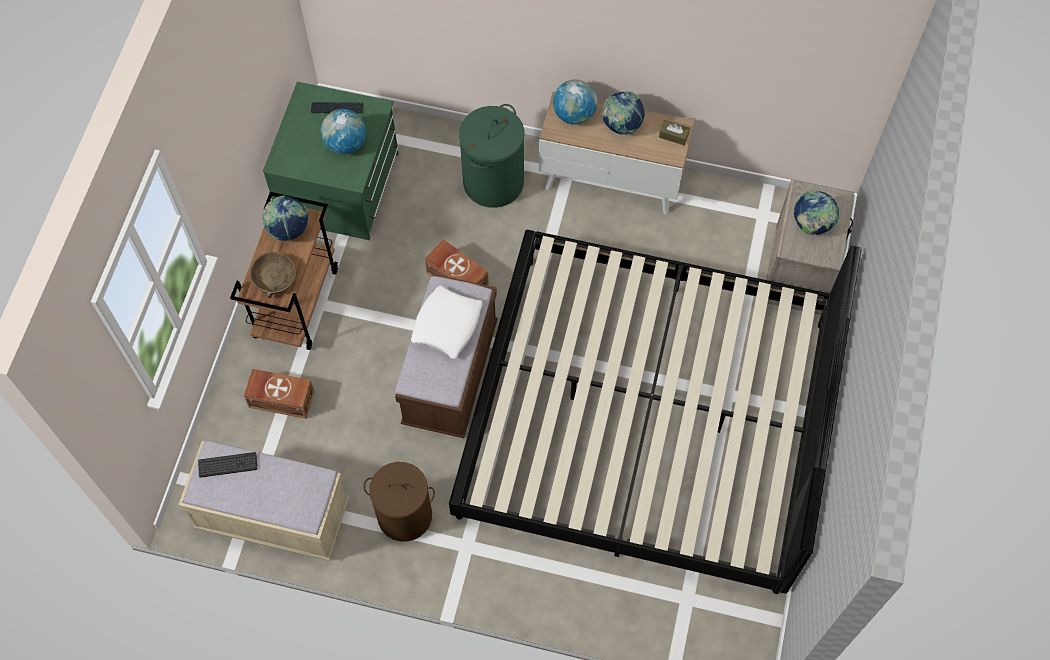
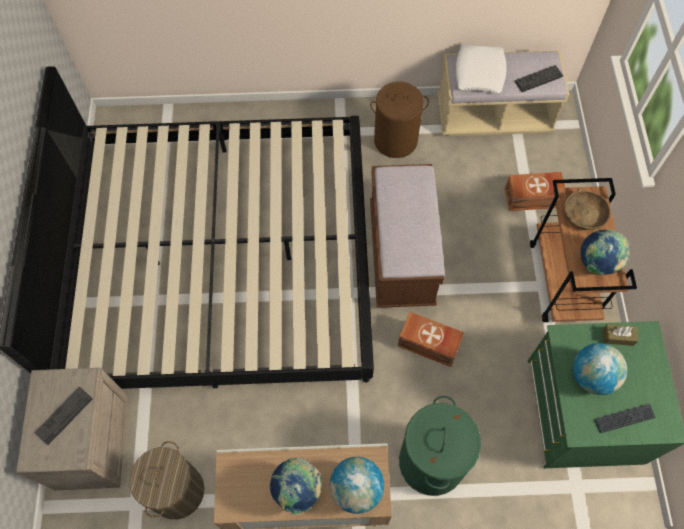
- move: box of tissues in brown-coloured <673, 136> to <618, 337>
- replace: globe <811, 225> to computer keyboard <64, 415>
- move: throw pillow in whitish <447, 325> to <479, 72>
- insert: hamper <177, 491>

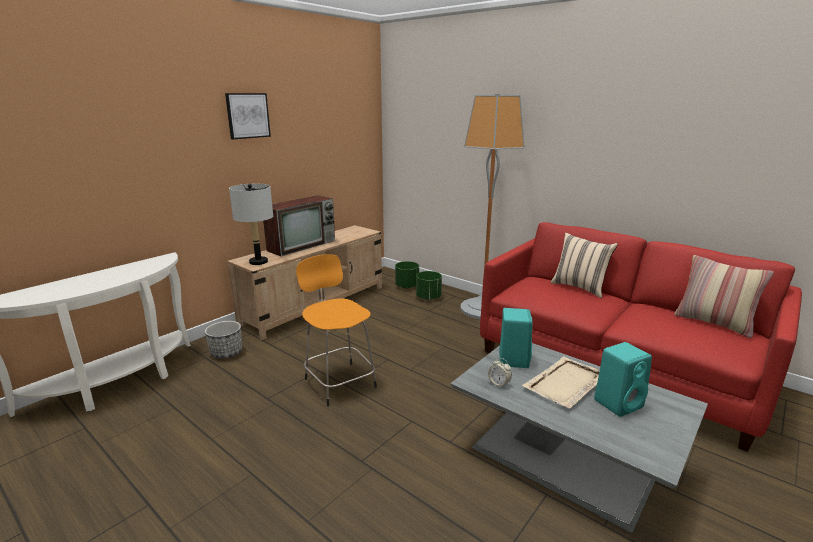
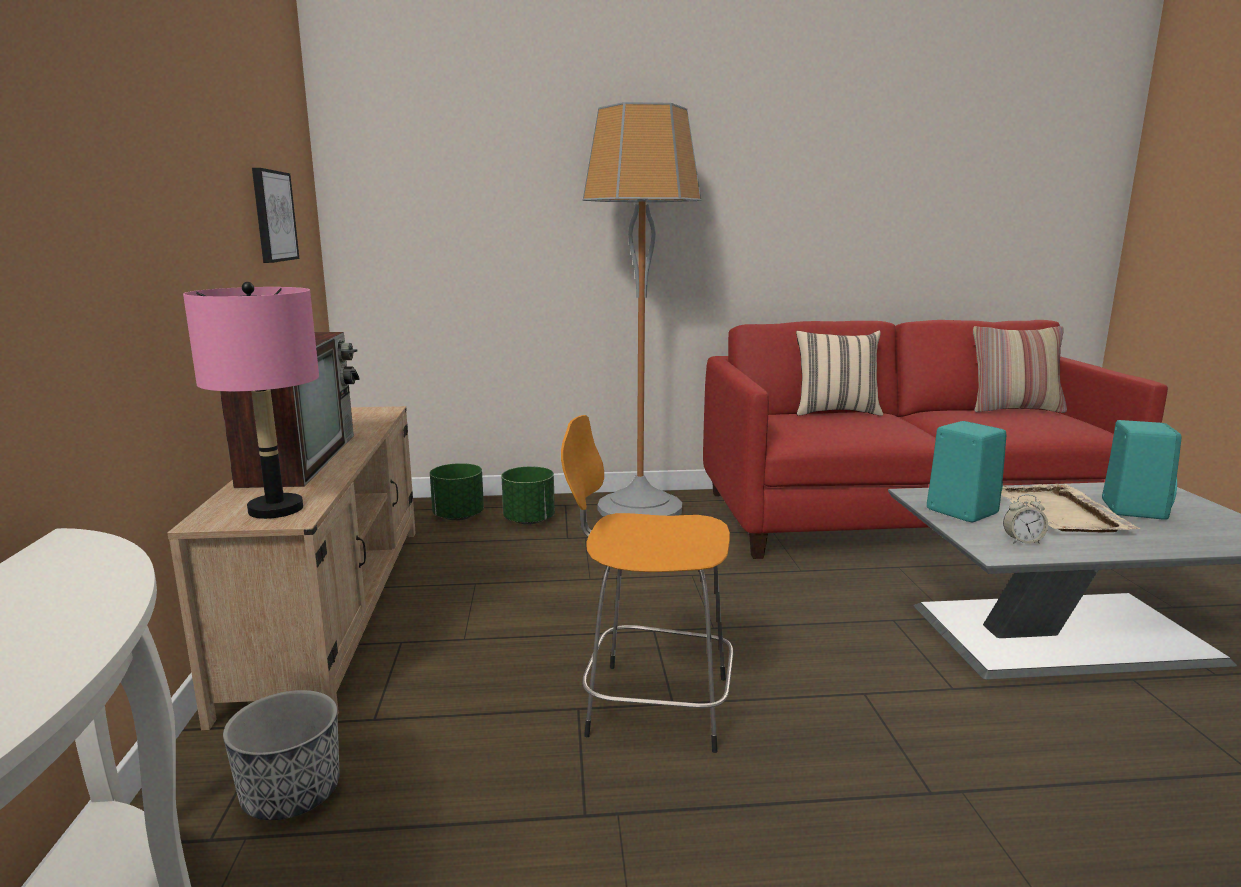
- move: wall art <247, 115> to <273, 216>
- recolor: tabletop lamp in greyish <258, 262> to tabletop lamp in pink-coloured <275, 510>

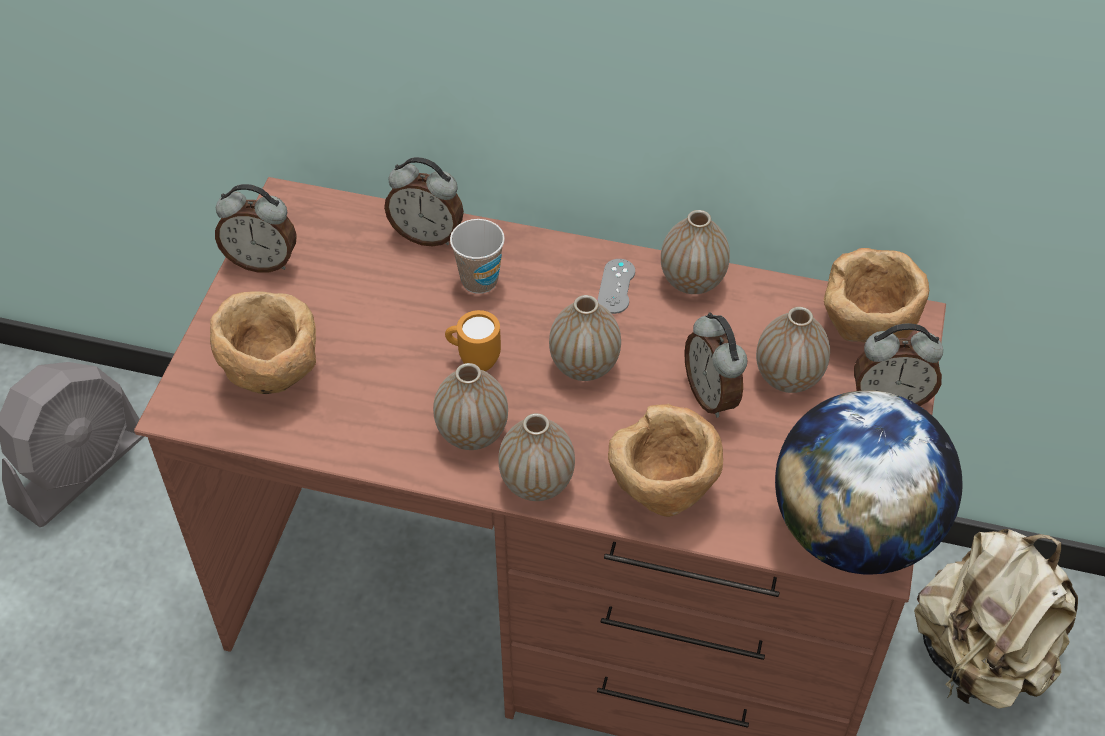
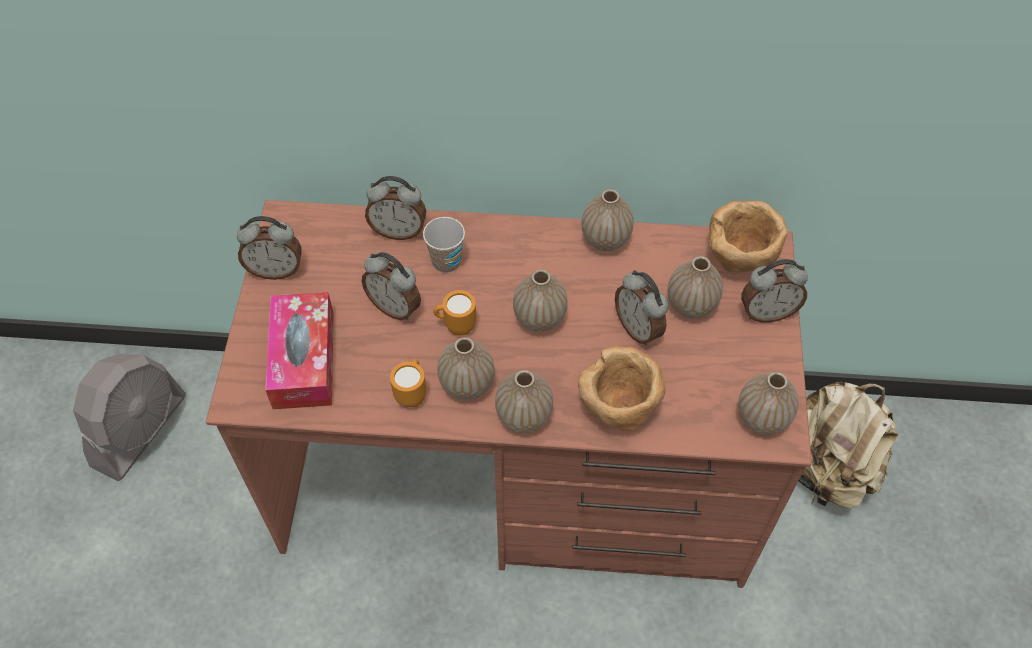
- delete: gamepad in greyish <616, 286>
- replace: bowl in brown-coloured <272, 373> to box of tissues <304, 359>
- replace: globe <853, 531> to vase <762, 418>
- insert: alarm clock <395, 307>
- insert: tea mug in orange <412, 393>

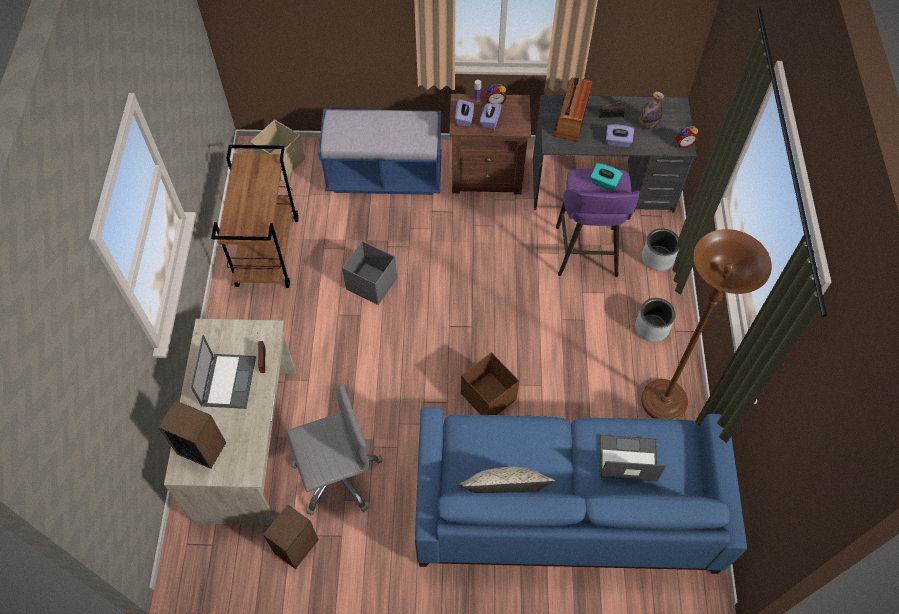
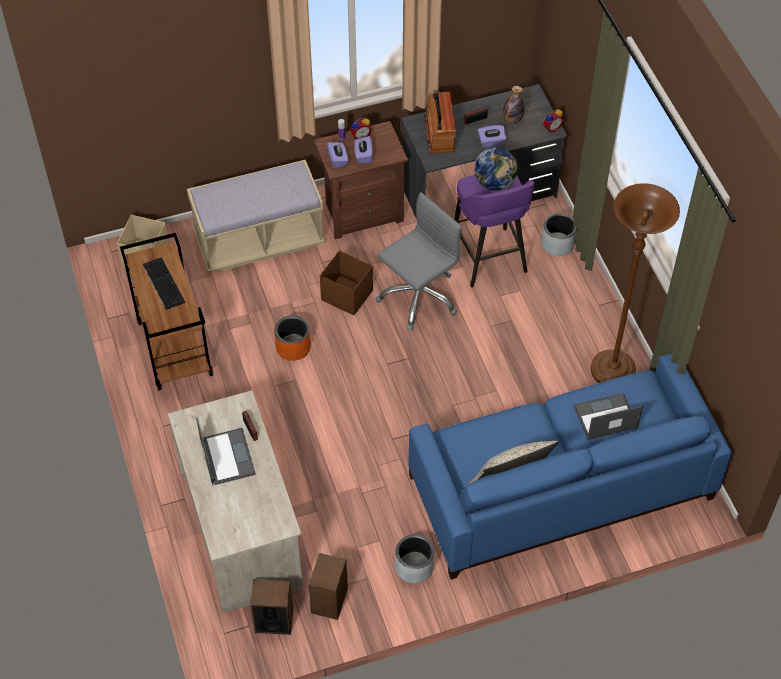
- recolor: bench in bluish <384, 175> to bench in beige-coloured <259, 241>
- replace: box of tissues in turquoise-coloured <604, 182> to globe <494, 183>
- replace: storage box in greyish <371, 283> to flower pot in orange <293, 347>
- move: flower pot in greyish <652, 327> to <414, 567>
- move: storage box in brown-coloured <488, 396> to <346, 295>
- move: desk chair in greyish <337, 475> to <418, 297>
- move: speaker <201, 448> to <274, 620>
- insert: computer keyboard <162, 283>

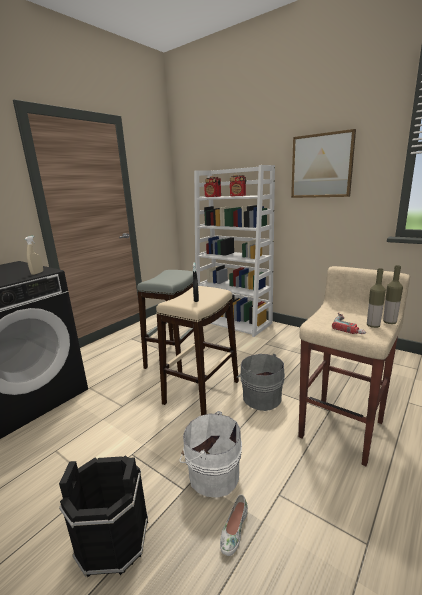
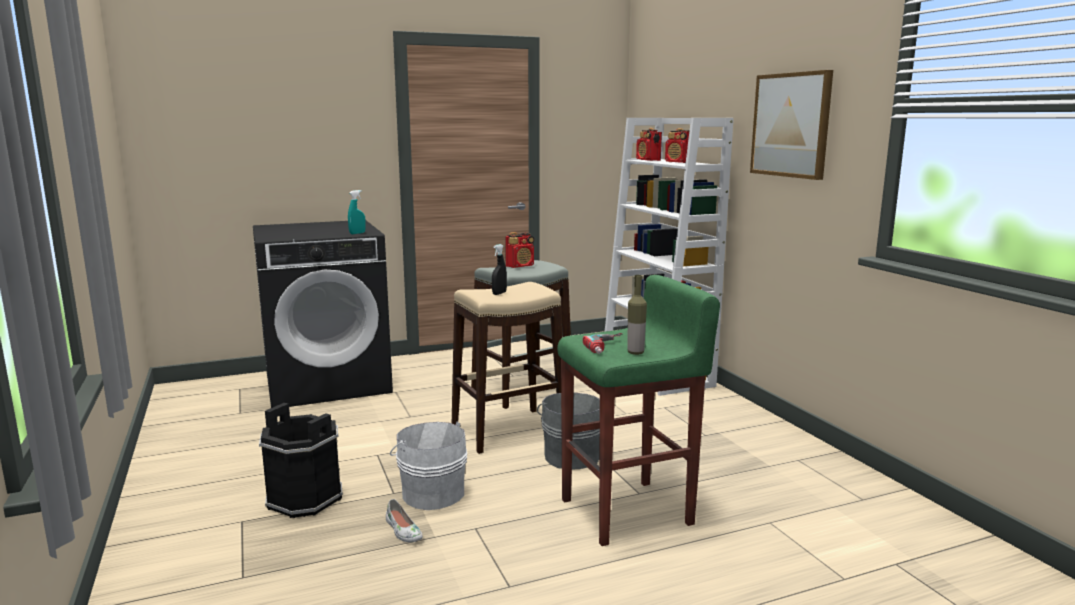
- recolor: sprayer in beige-coloured <37, 273> to sprayer in turquoise-coloured <357, 233>
- delete: bottle <389, 322>
- recolor: sitting stool in beige-coloured <343, 428> to sitting stool in green <629, 512>
- rotate: low shoe in whitish <233, 530> = <403, 531> 90 degrees counterclockwise
- insert: radio set <520, 266>

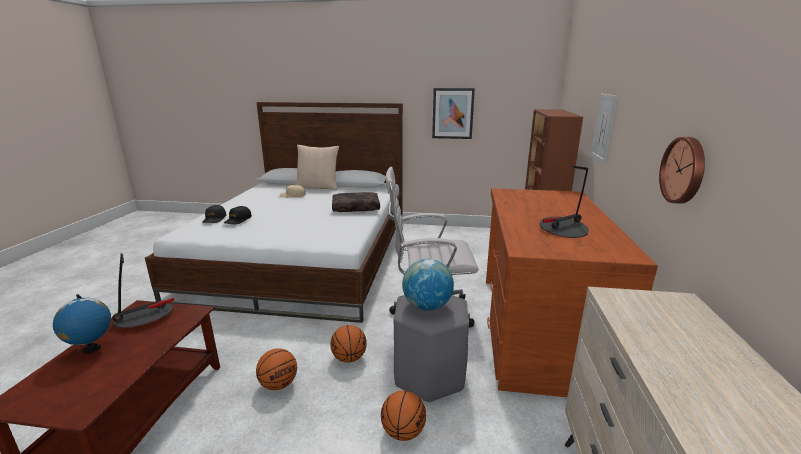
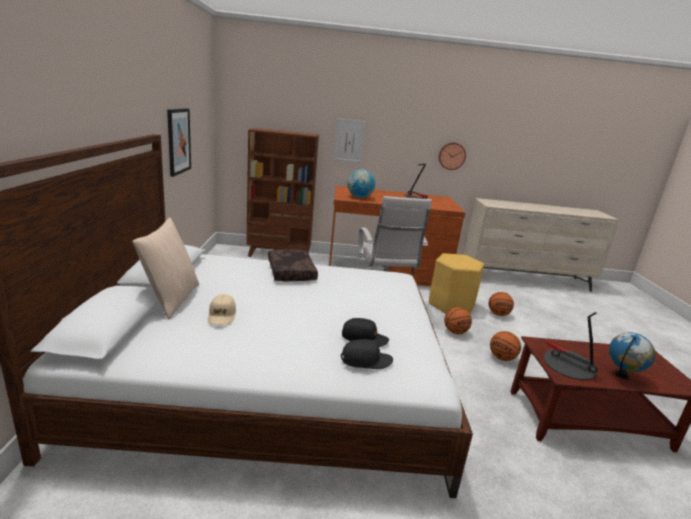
- move: globe <427, 306> to <359, 197>
- recolor: sitting stool in greyish <429, 375> to sitting stool in yellow <451, 305>

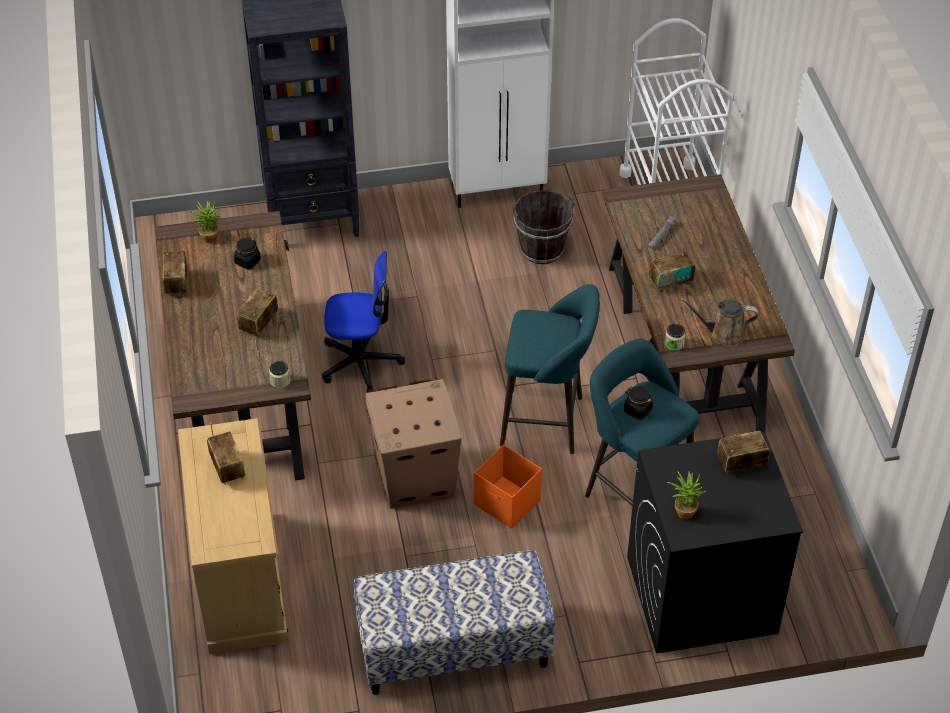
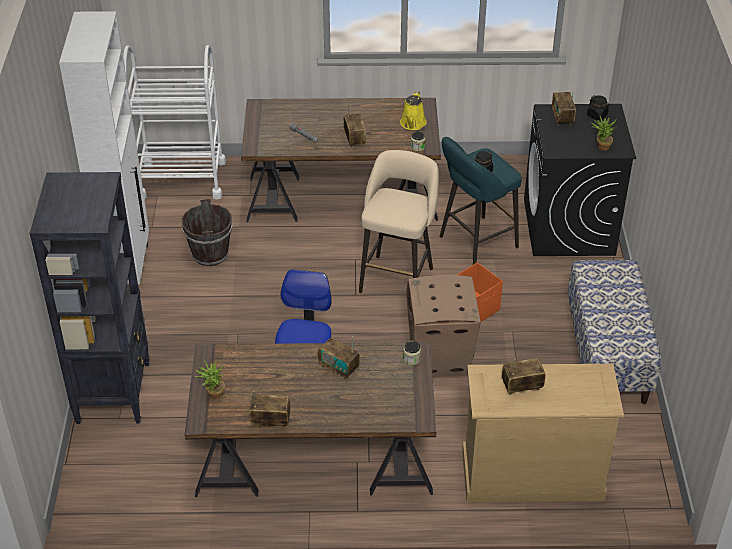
- move: storage jar in blackish <247, 261> to <597, 115>
- recolor: sitting stool in turquoise-coloured <547, 422> to sitting stool in beige-coloured <397, 277>
- recolor: sprinkling can in brown-coloured <723, 333> to sprinkling can in yellow <412, 124>

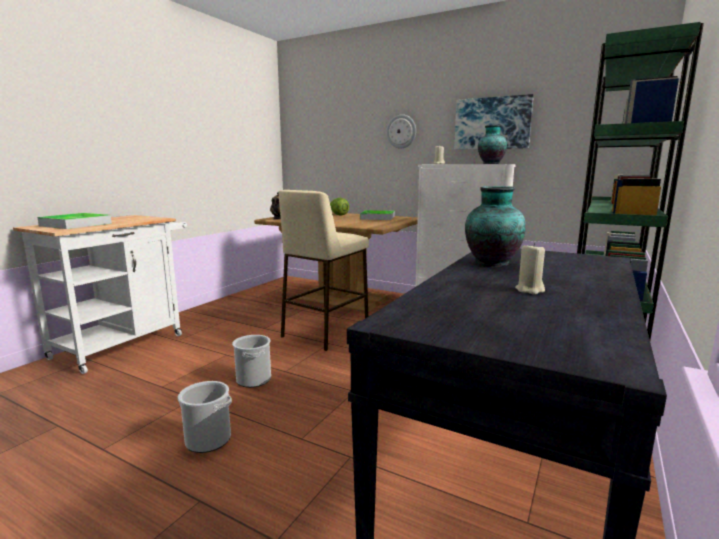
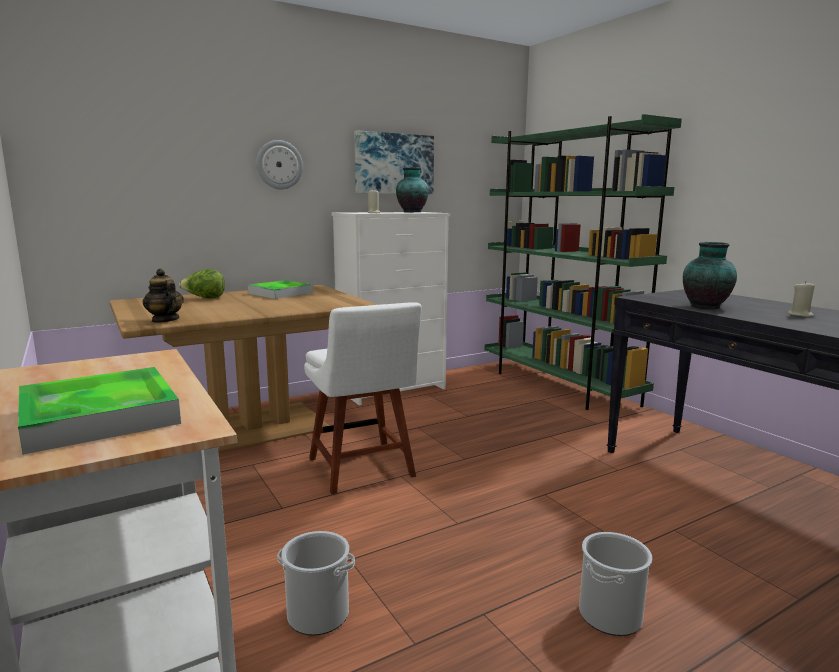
- replace: sitting stool in beige-coloured <325, 332> to chair in whitish <362, 470>
- move: pail <253, 379> to <318, 614>

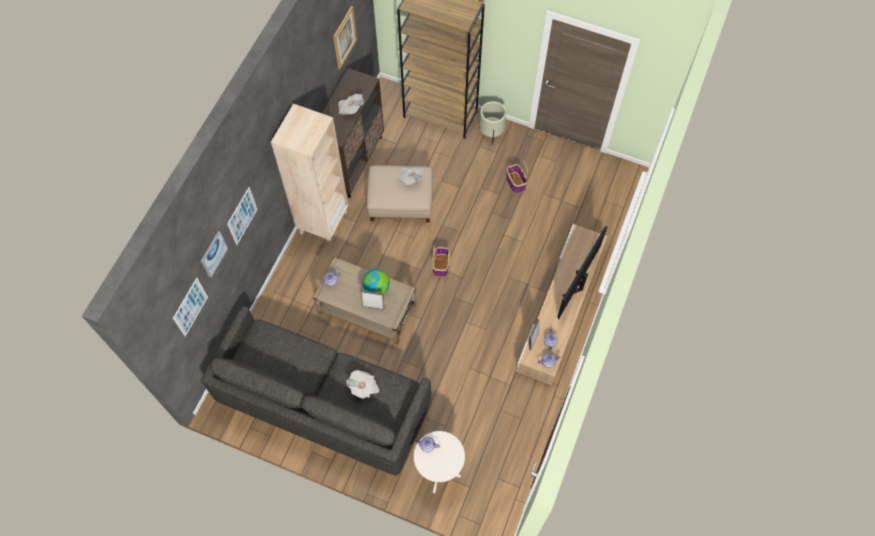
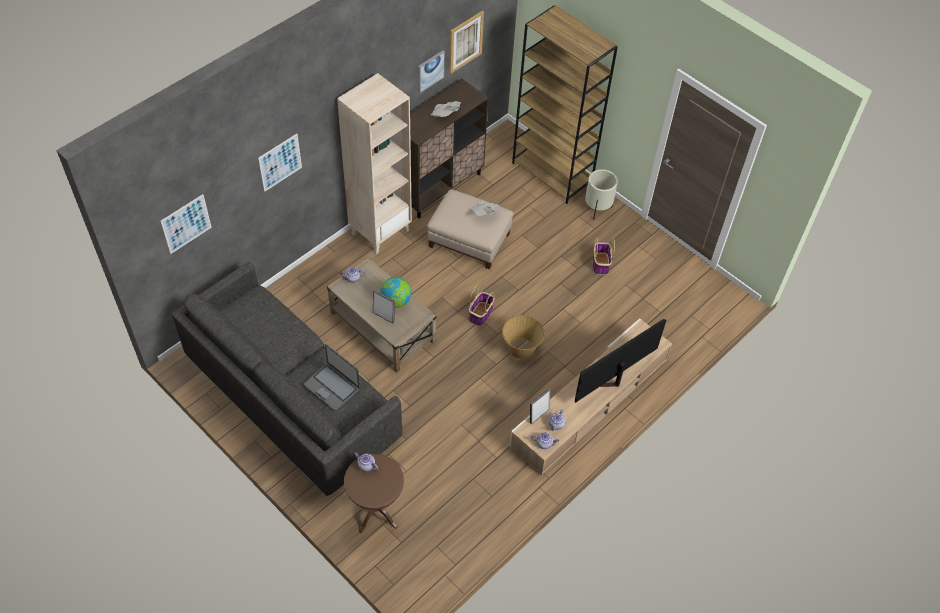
- move: wall art <213, 254> to <430, 71>
- replace: newspaper <364, 387> to notebook computer <332, 387>
- recolor: side table in whitish <439, 471> to side table in brown-coloured <376, 513>
- insert: basket <521, 348>

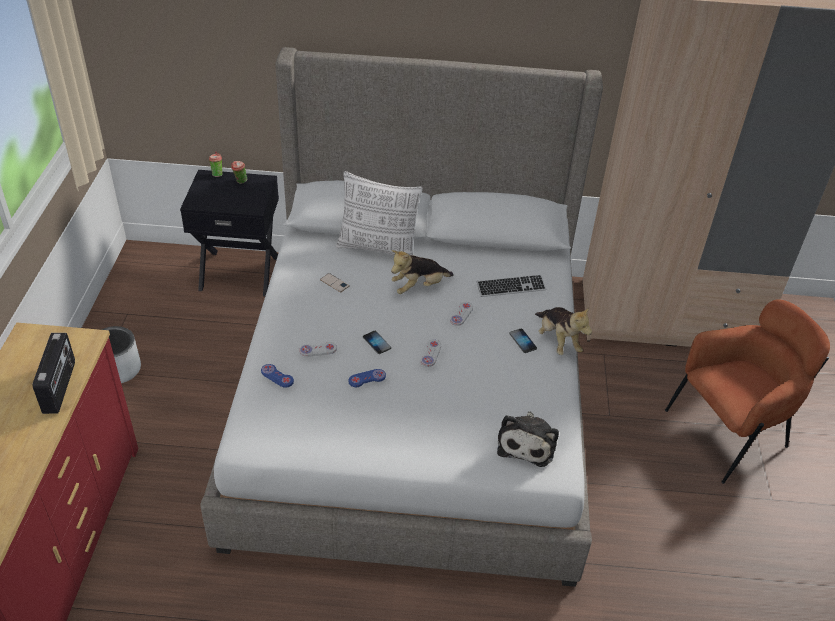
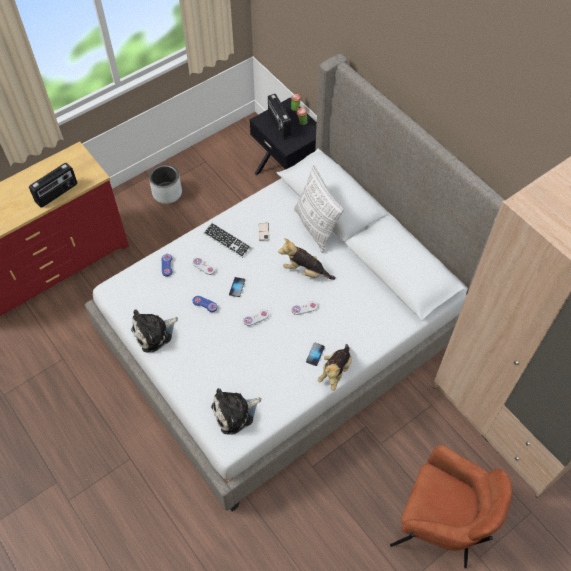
- move: computer keyboard <511, 287> to <227, 241>
- insert: radio set <278, 124>
- insert: cuddly toy <154, 333>

